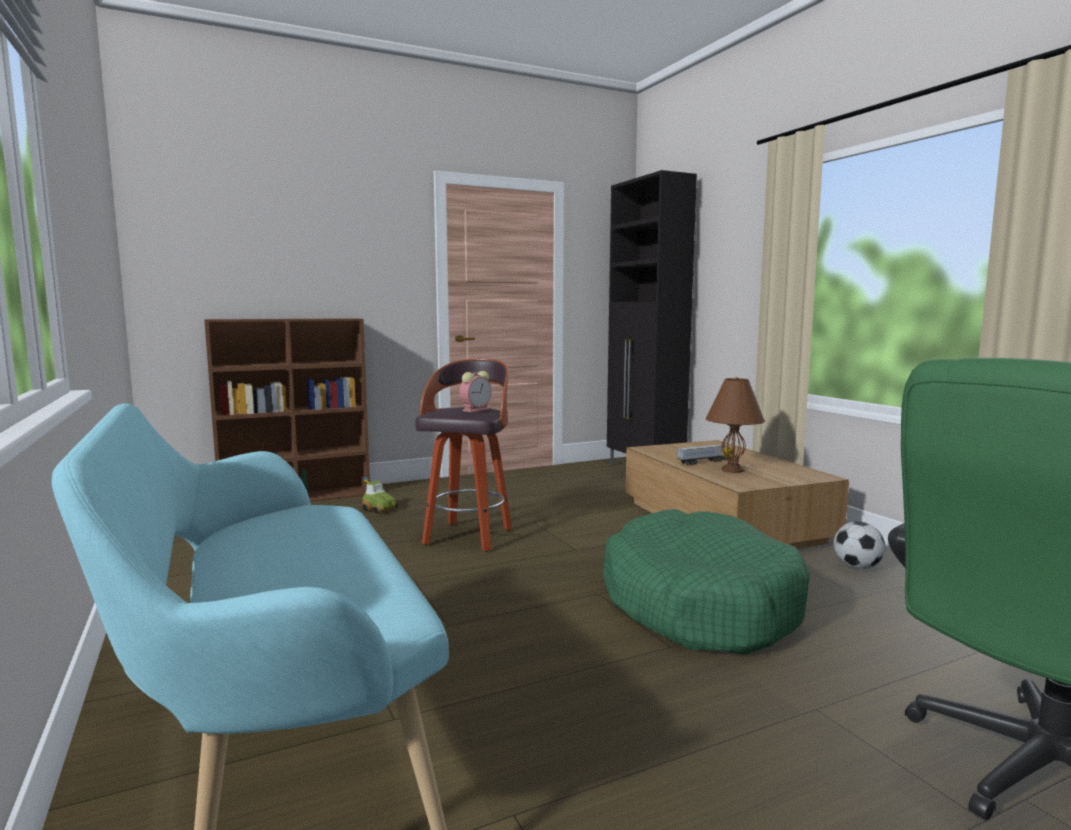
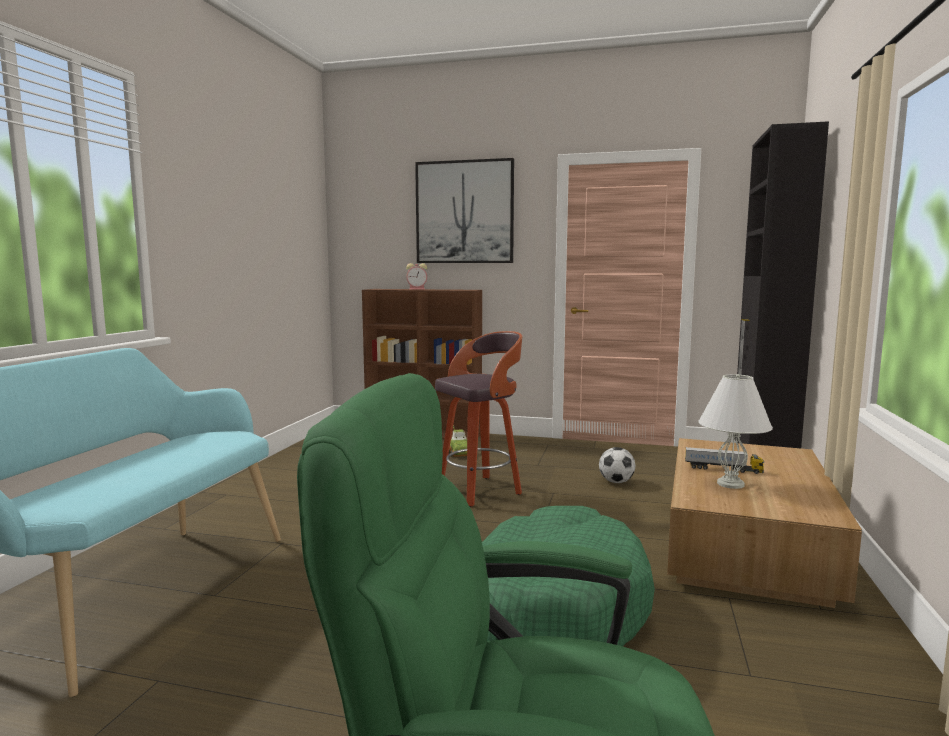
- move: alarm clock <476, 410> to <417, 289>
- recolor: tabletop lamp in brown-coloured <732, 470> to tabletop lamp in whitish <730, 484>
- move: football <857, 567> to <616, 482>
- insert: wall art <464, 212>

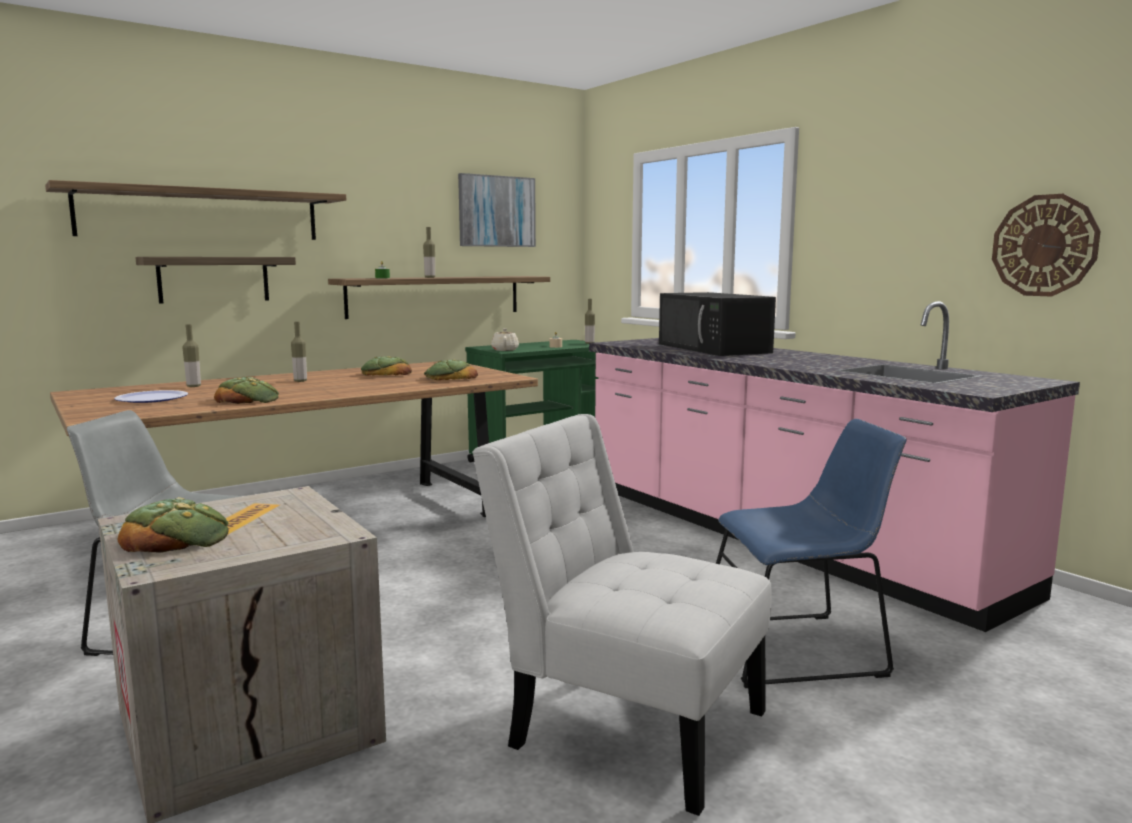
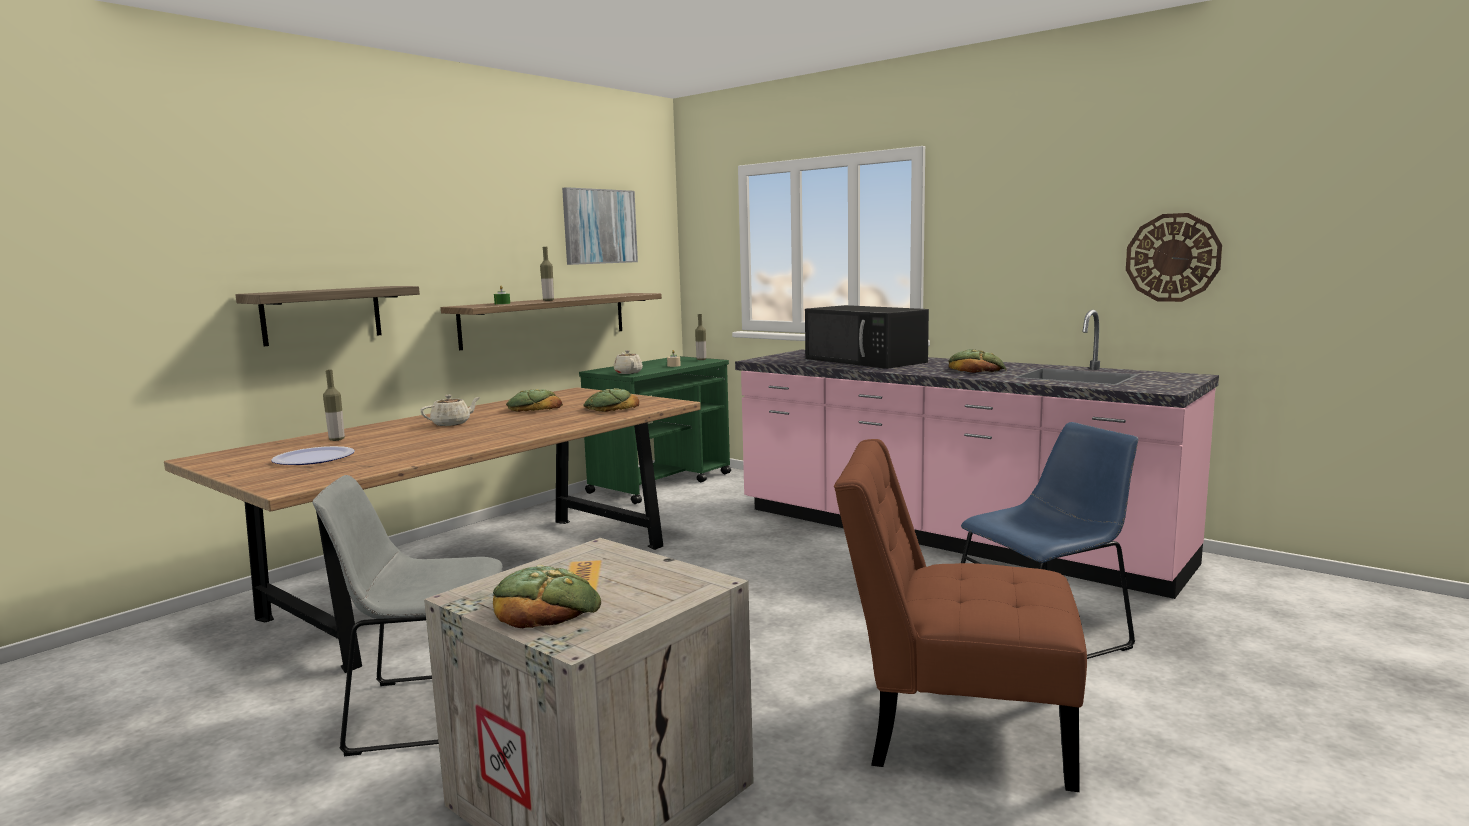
- delete: wall shelf <201, 214>
- replace: bottle <300, 381> to pot for tea in beige-coloured <452, 423>
- move: baked bread <247, 399> to <976, 369>
- recolor: chair in whitish <627, 724> to chair in brown-coloured <956, 726>

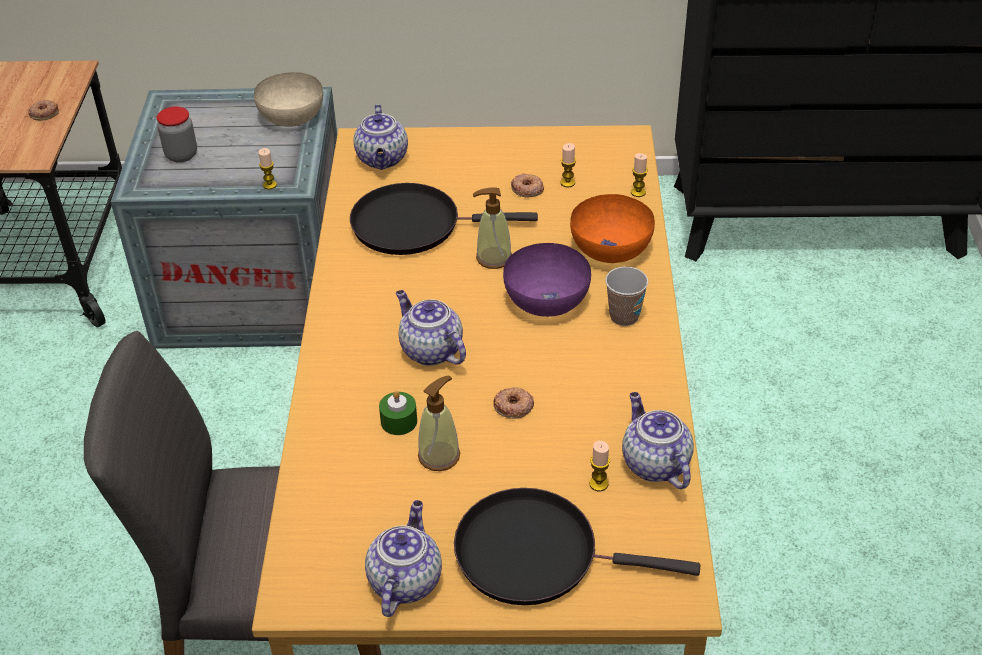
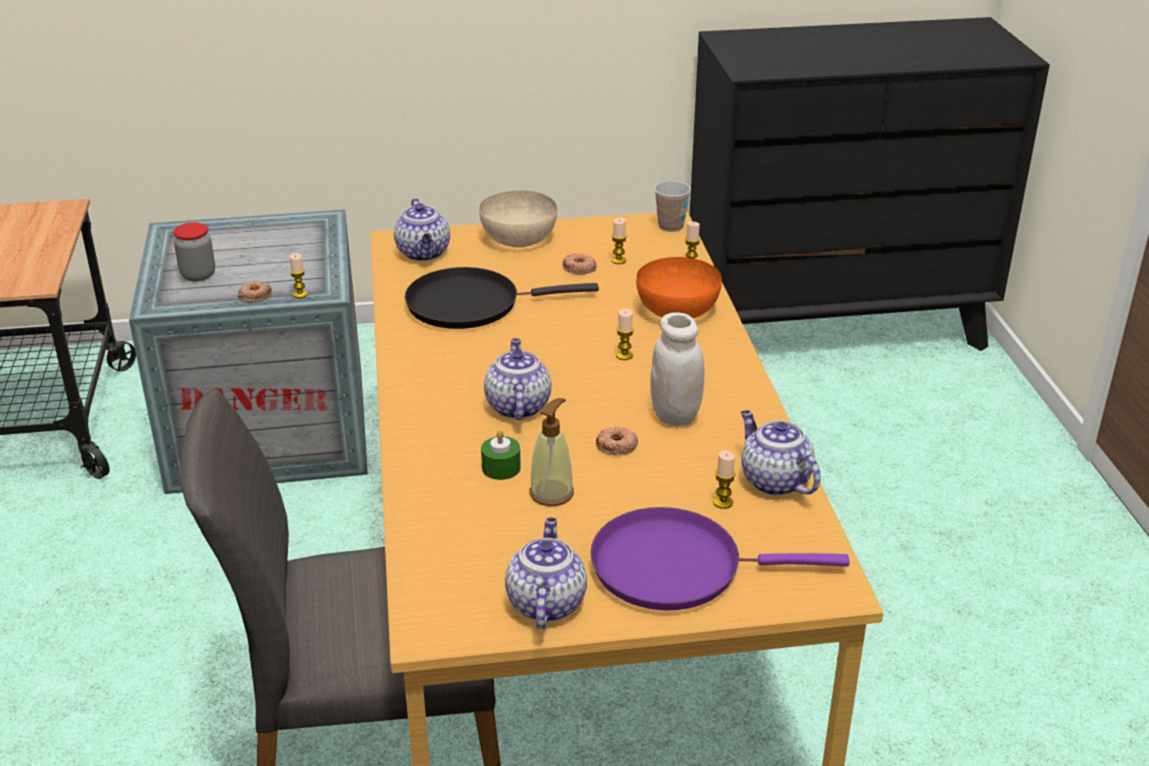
- move: bowl in beige-coloured <291, 116> to <518, 238>
- move: ring doughnut <44, 113> to <255, 295>
- delete: soap dispenser <493, 258>
- replace: bowl in purplish <546, 299> to wax candle <624, 355>
- move: small cup <624, 316> to <670, 226>
- rotate: pot for tea <430, 350> = <517, 406> 45 degrees clockwise
- recolor: skillet in blackish <536, 553> to skillet in purplish <676, 566>
- insert: storage jar in whitish <675, 415>

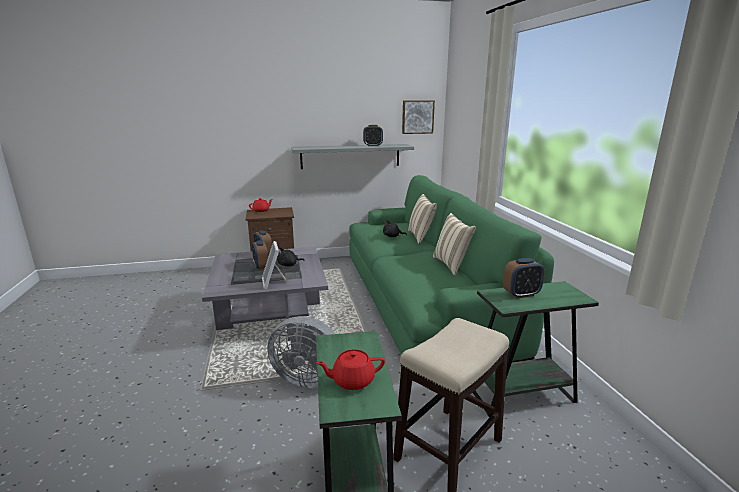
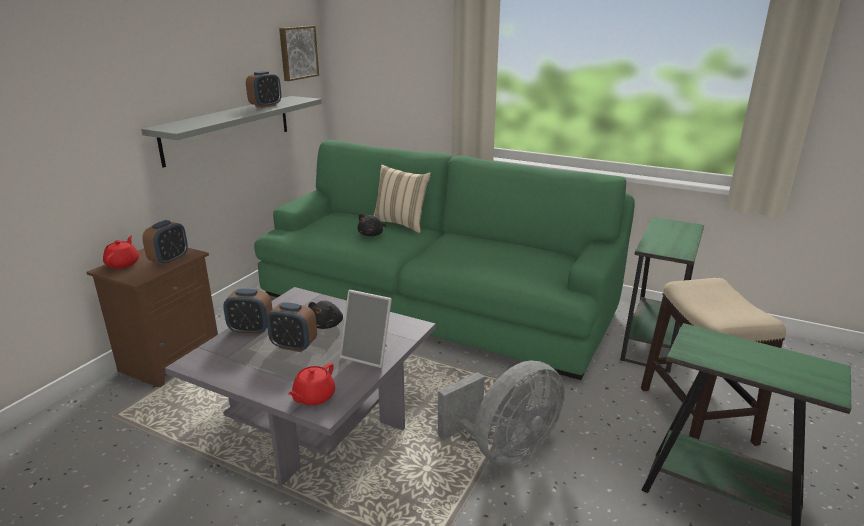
- delete: throw pillow in beige-coloured <452, 265>
- move: alarm clock <521, 294> to <169, 260>
- move: pot for tea in reddish <352, 380> to <313, 397>

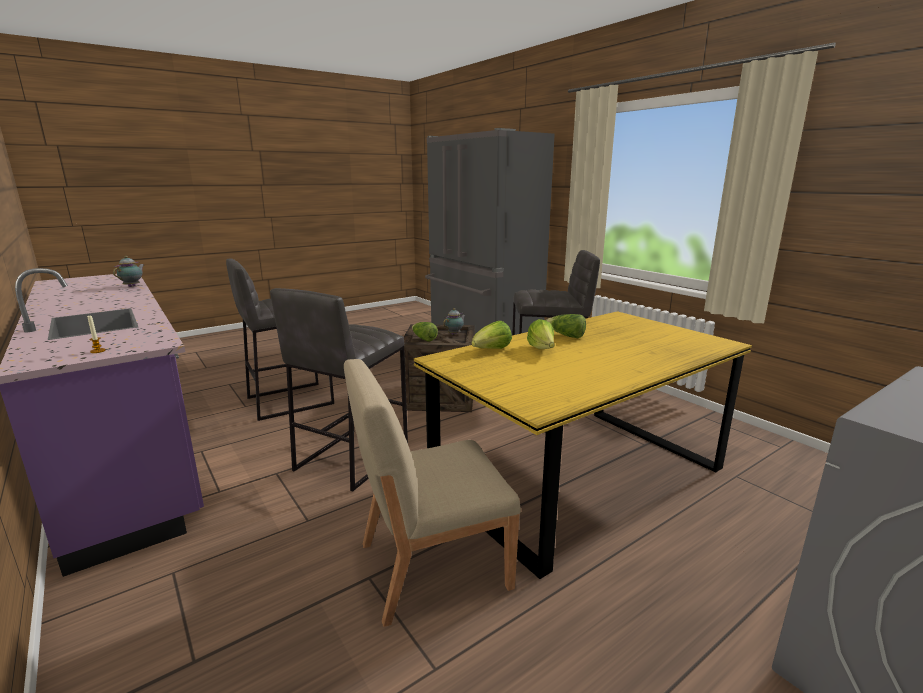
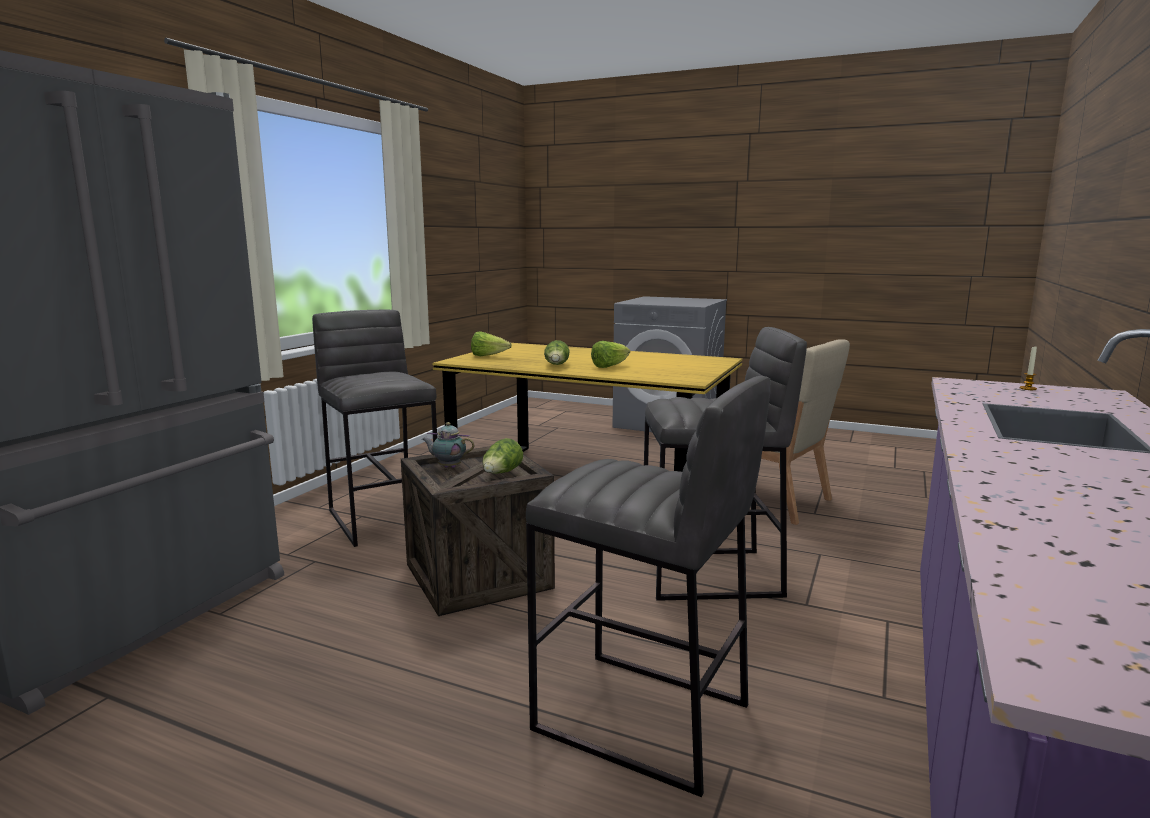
- delete: pot for tea <133, 286>
- move: lettuce head <491, 350> to <488, 356>

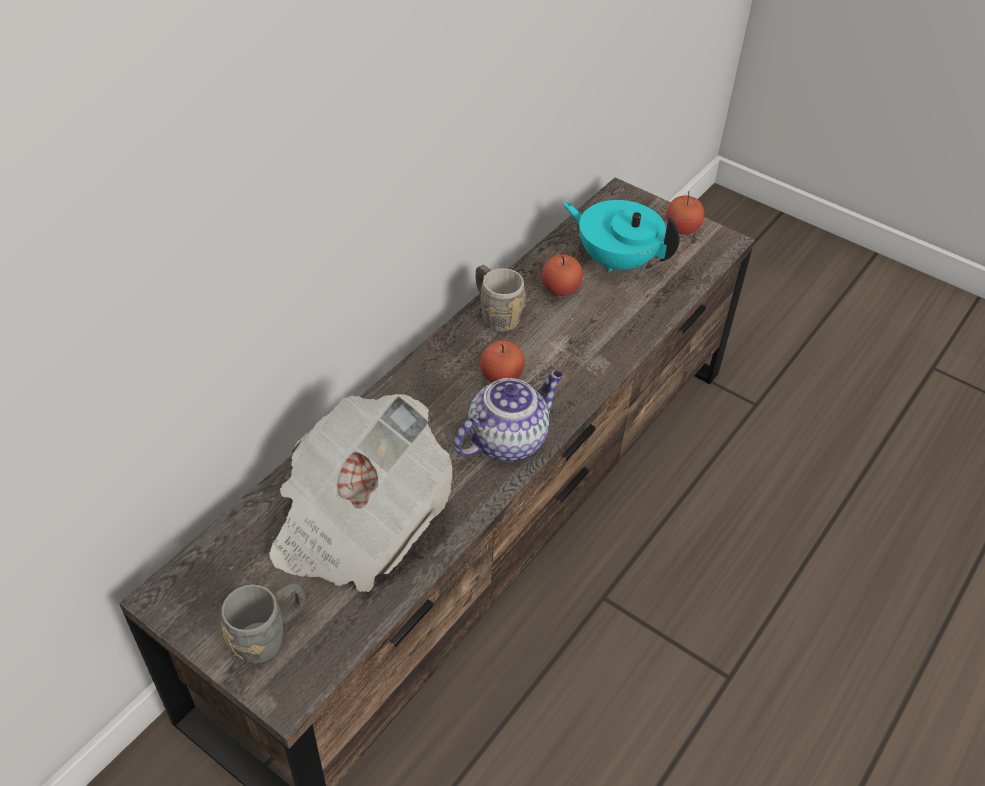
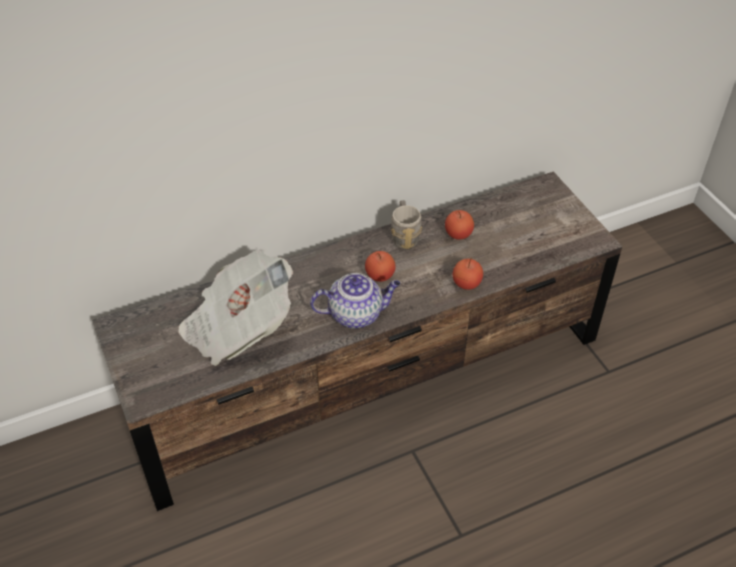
- move: whole apple <682, 228> to <466, 283>
- delete: pot for tea in turquoise-coloured <616, 260>
- delete: tea mug in greyish <269, 636>

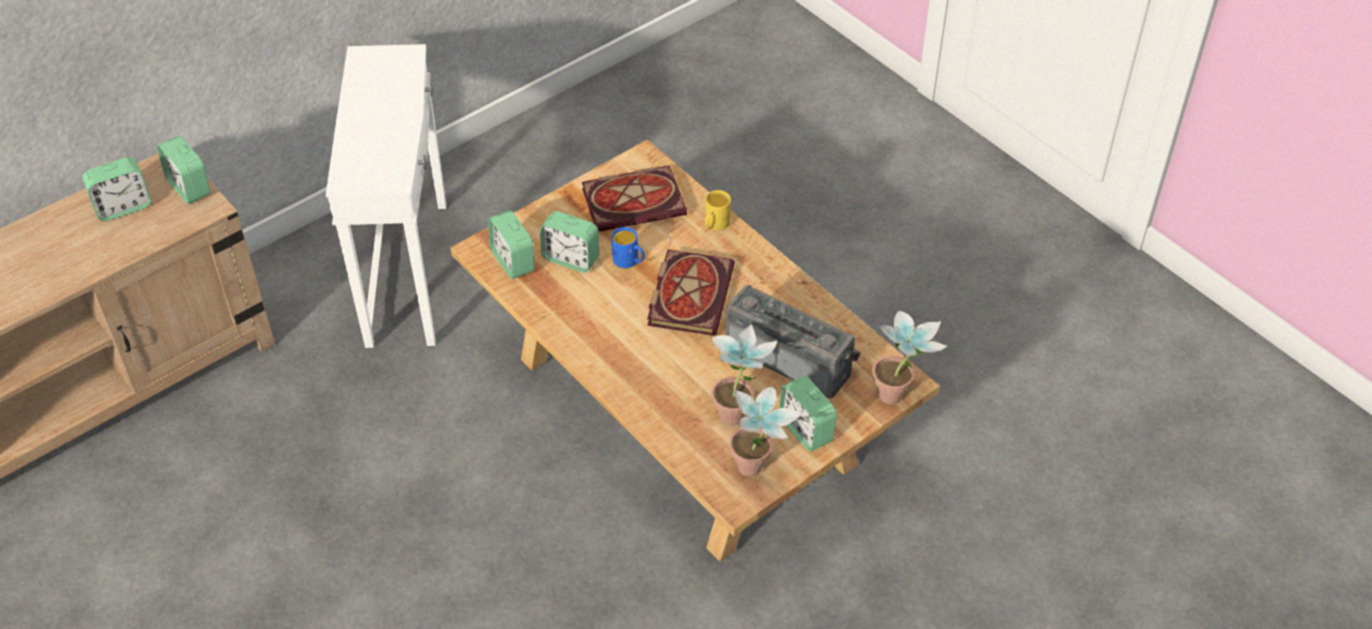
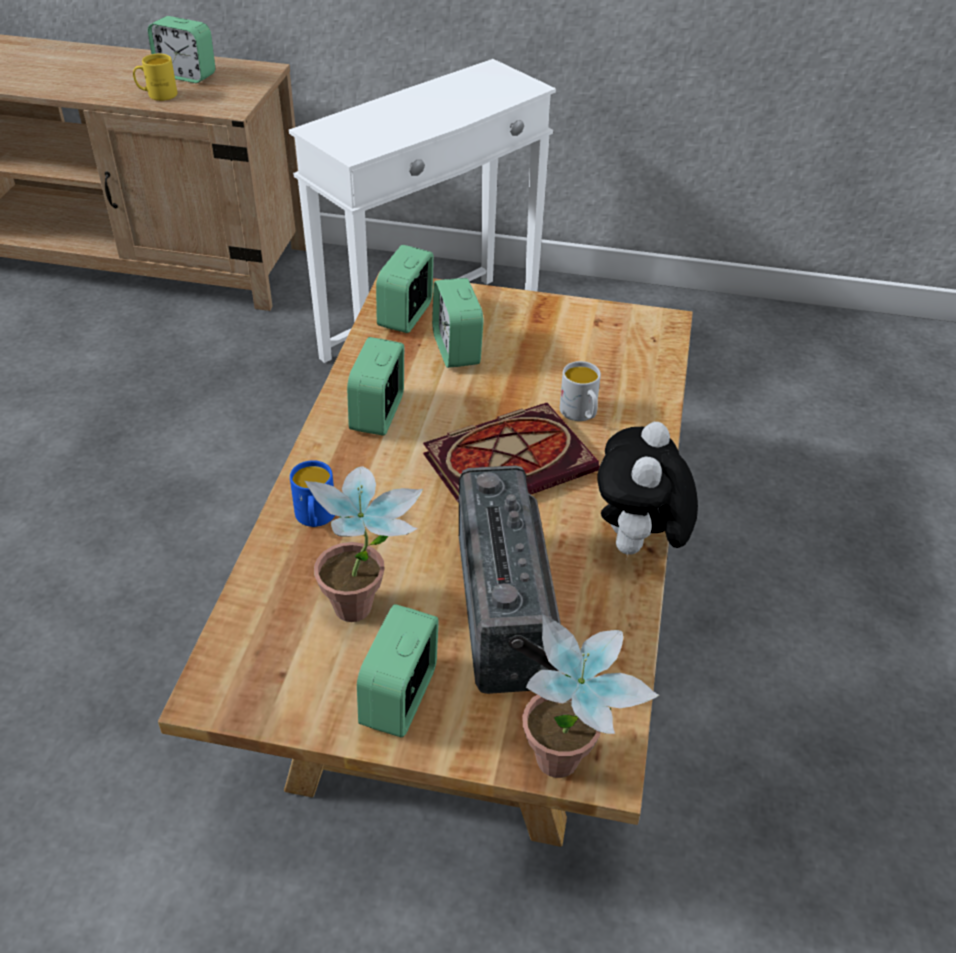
- move: alarm clock <189, 187> to <378, 414>
- delete: bound book <635, 201>
- move: tea mug in yellow <715, 225> to <157, 95>
- move: tea mug in bluish <629, 261> to <315, 518>
- delete: plant in a pot <757, 471>
- insert: tea mug in whitish <581, 414>
- insert: cuddly toy <638, 546>

